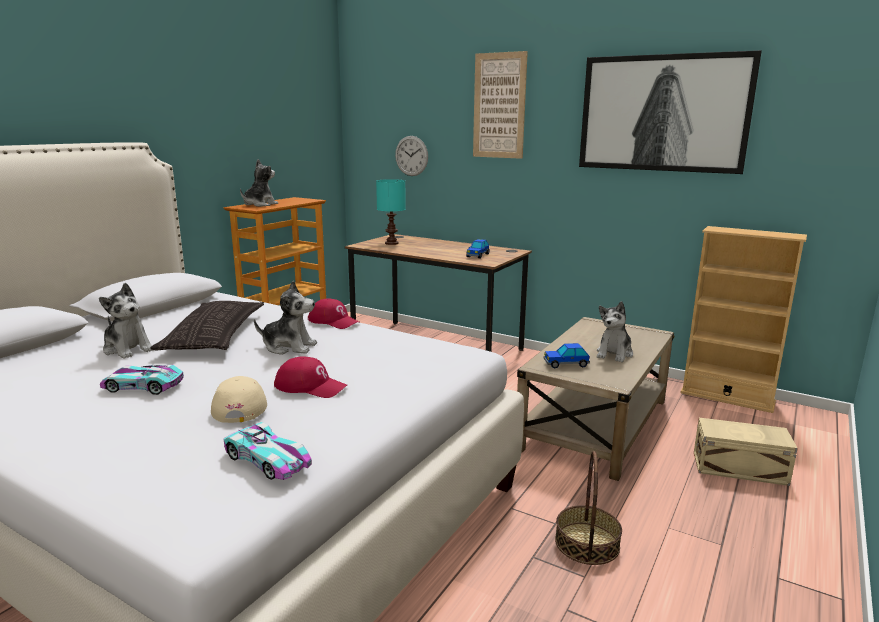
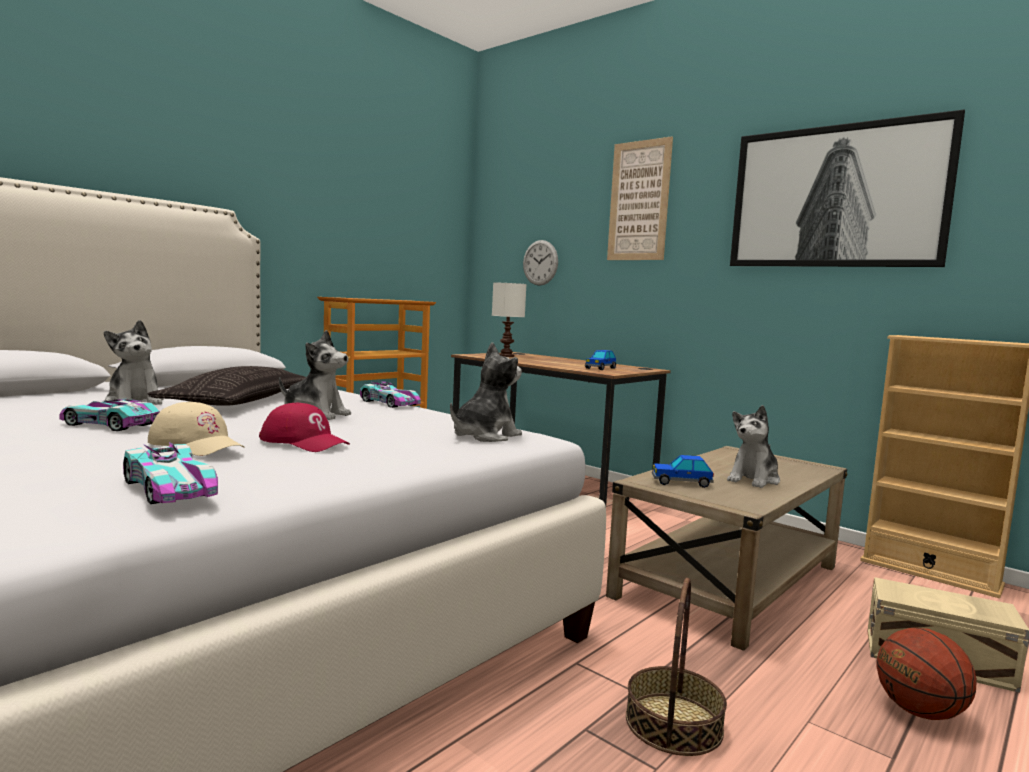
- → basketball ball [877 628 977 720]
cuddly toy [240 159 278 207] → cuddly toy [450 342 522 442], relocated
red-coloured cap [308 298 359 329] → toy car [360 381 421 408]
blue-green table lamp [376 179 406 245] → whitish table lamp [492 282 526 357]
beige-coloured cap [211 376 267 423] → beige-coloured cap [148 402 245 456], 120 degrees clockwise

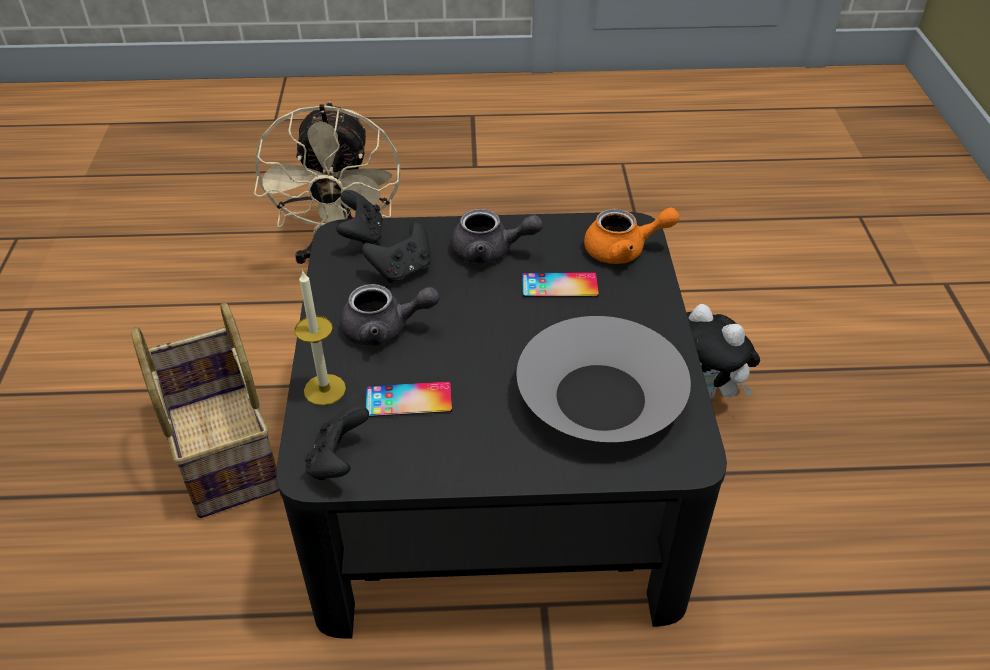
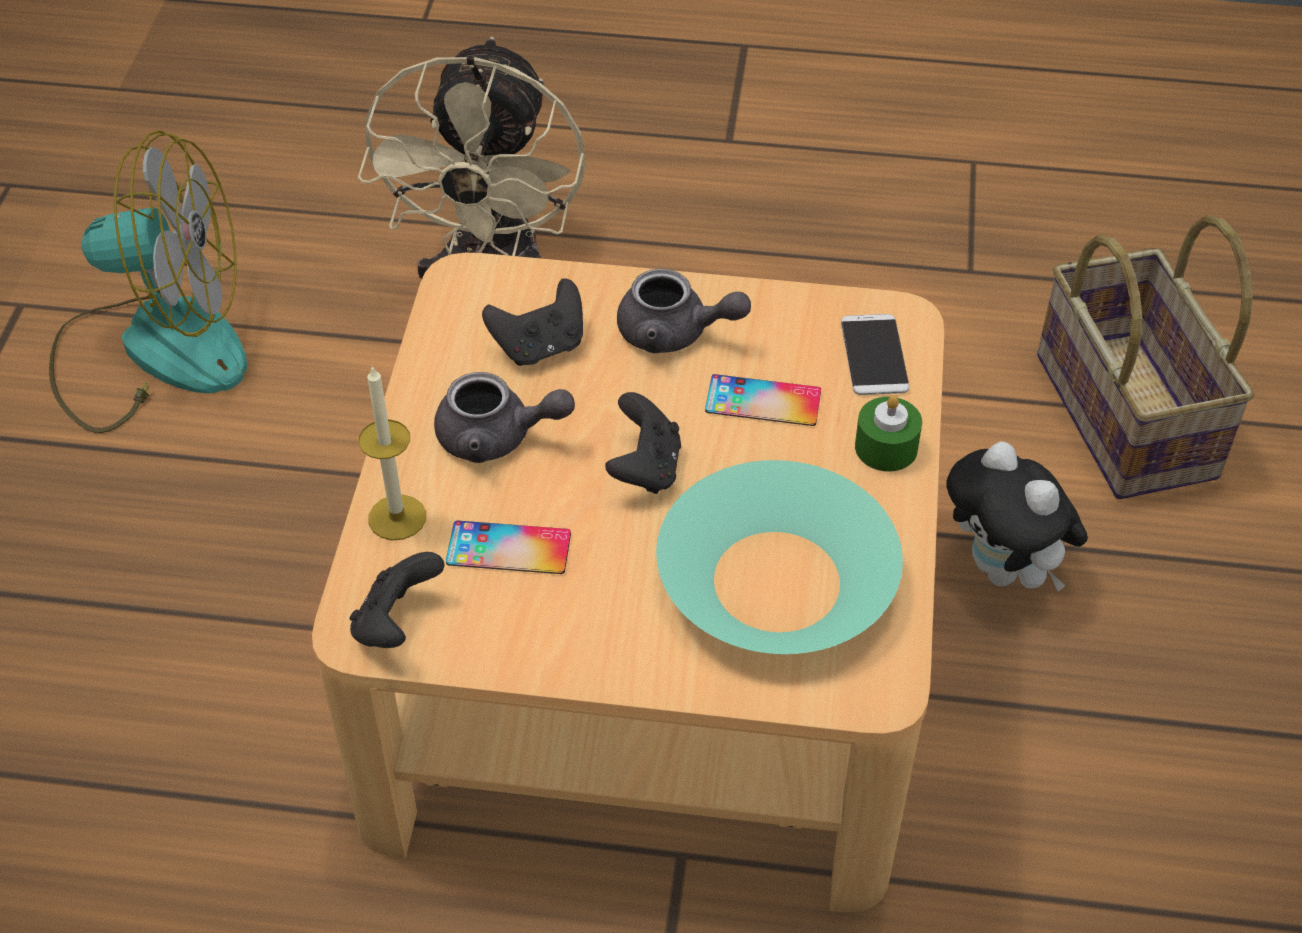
- → cooling fan [49 130 247 433]
- → green wax light [855 395 922 472]
storage basket [131 302 279 518] → storage basket [1037 215 1255 499], relocated
black joypad [336 190 383 244] → black joypad [605 392 681 494], relocated
orangey tea pot [584 207 680 264] → handset [841 314 910 395]
black coffee table [276 212 727 639] → beige-coloured coffee table [312 253 944 912]
grey bowl [517 316 691 442] → blue-green bowl [656 460 903 654]

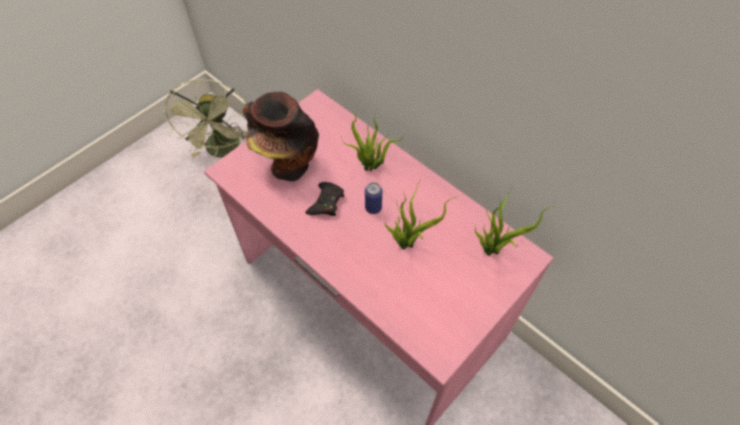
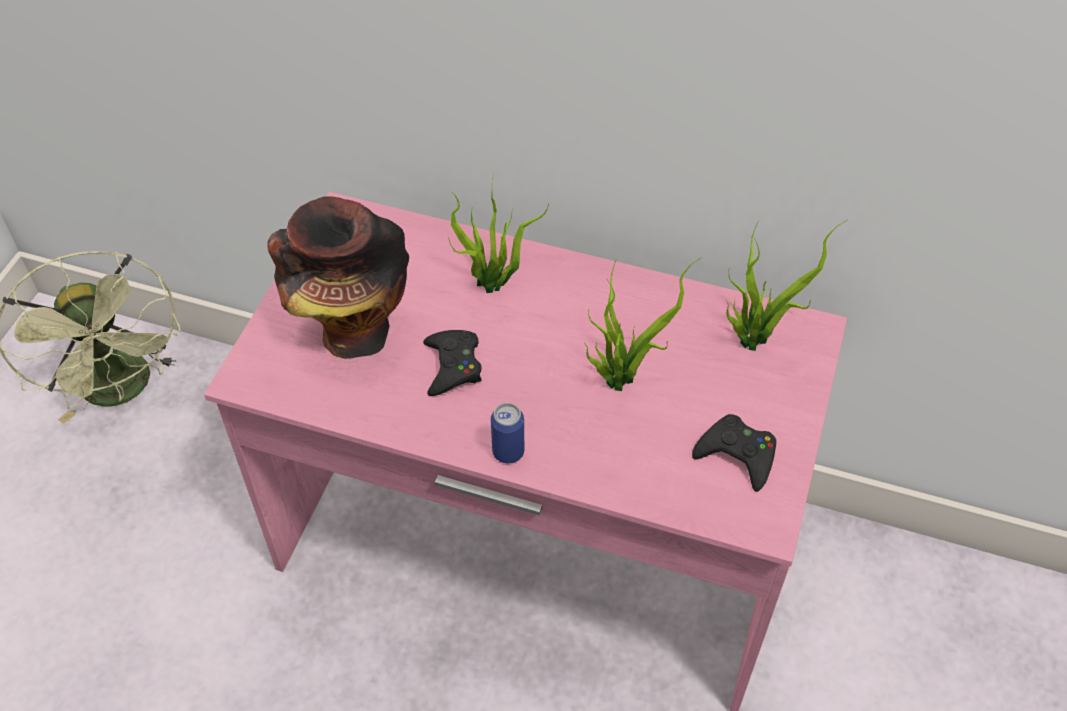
- → black joypad [692 414 776 492]
can [365 182 382 214] → can [491 403 524 463], relocated

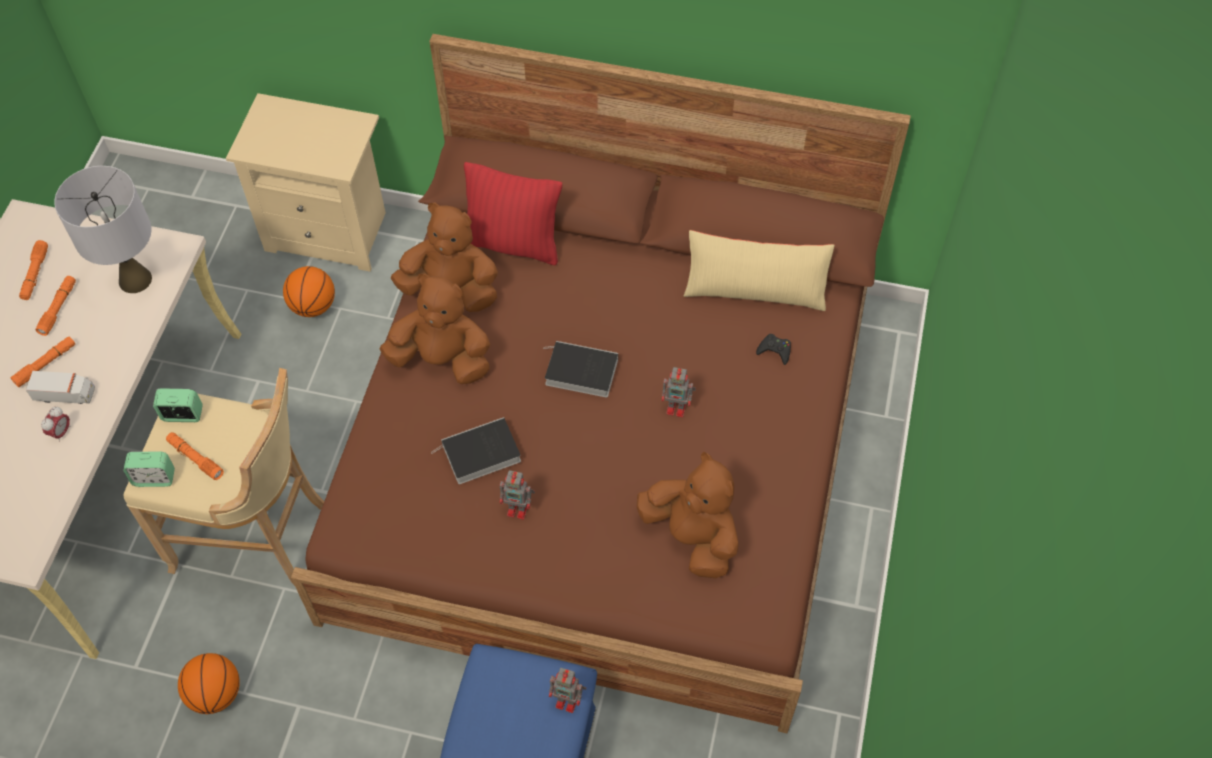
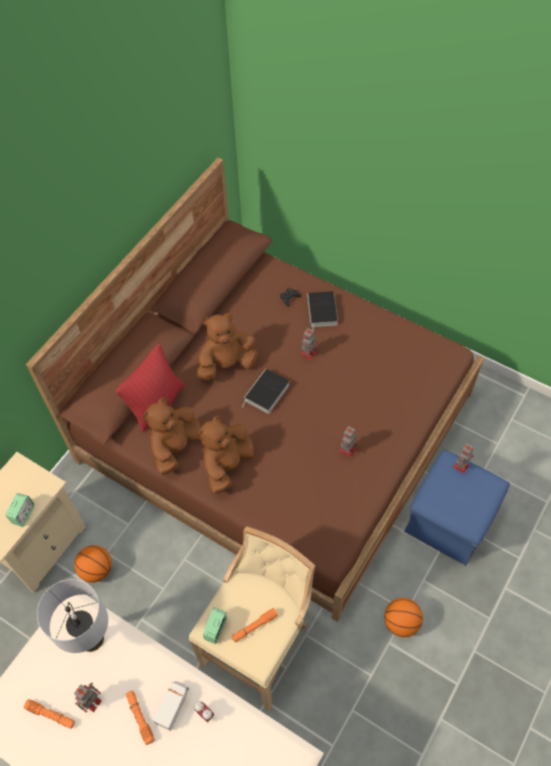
beige-coloured throw pillow [684 230 834 311] → -
bedside clock [123 451 175 487] → bedside clock [6 493 34 527], relocated
basketball ball [178 653 240 714] → basketball ball [385 598 423 637], relocated
book [431 417 521 484] → book [307 291 338 330], relocated
brown-coloured cuddly toy [637 452 739 578] → brown-coloured cuddly toy [196 313 258 380], relocated
orangey torch [36 276 76 336] → robot figure [74 682 102 712]

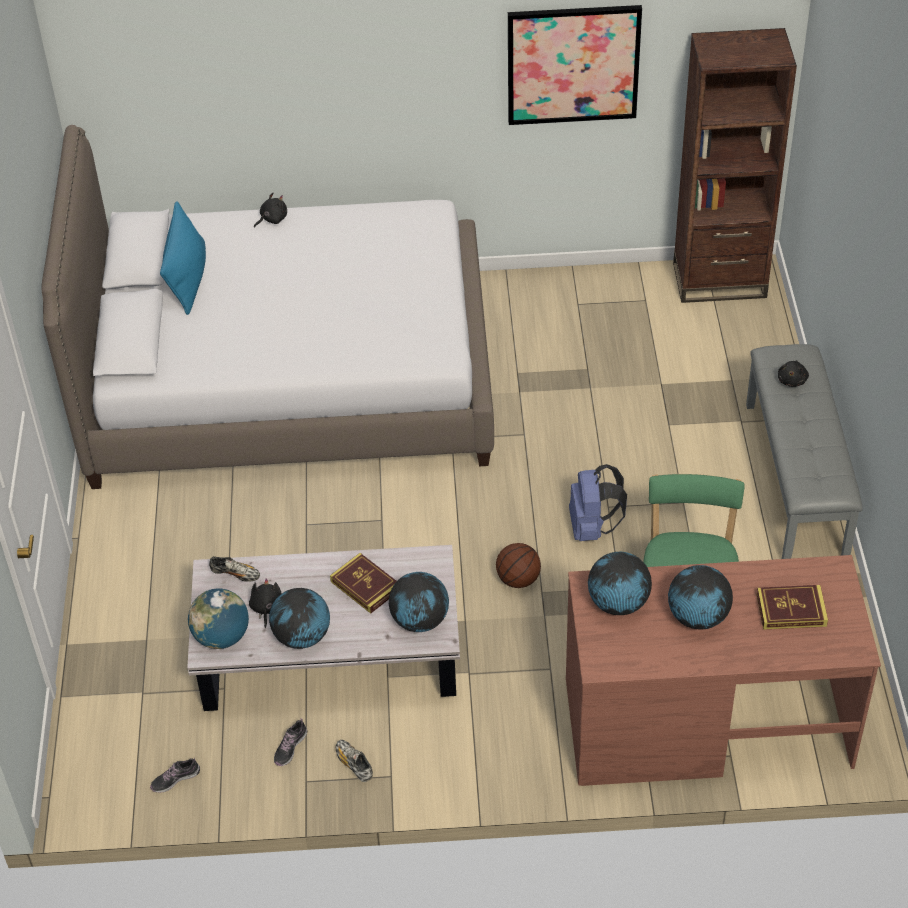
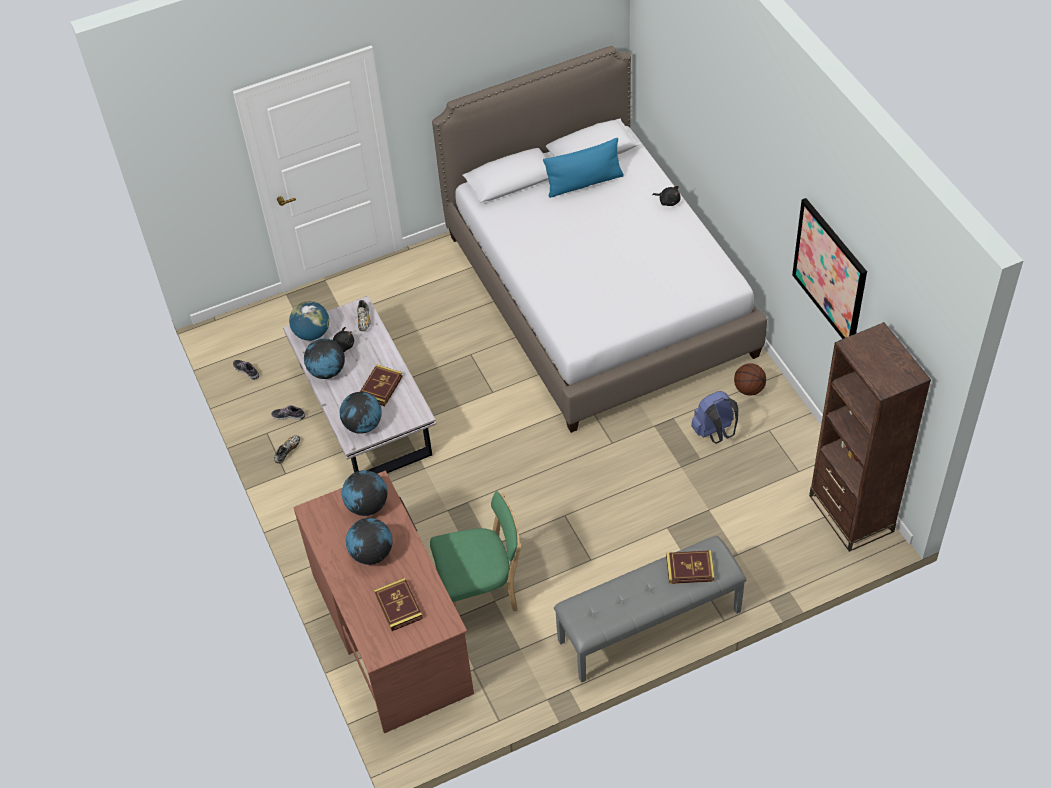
basketball ball [496 543 541 588] → basketball ball [734 363 766 396], relocated
bluish knapsack [569 464 627 541] → bluish knapsack [691 391 738 444], relocated
black cuddly toy [778 360 809 387] → book [666 550 714 584]

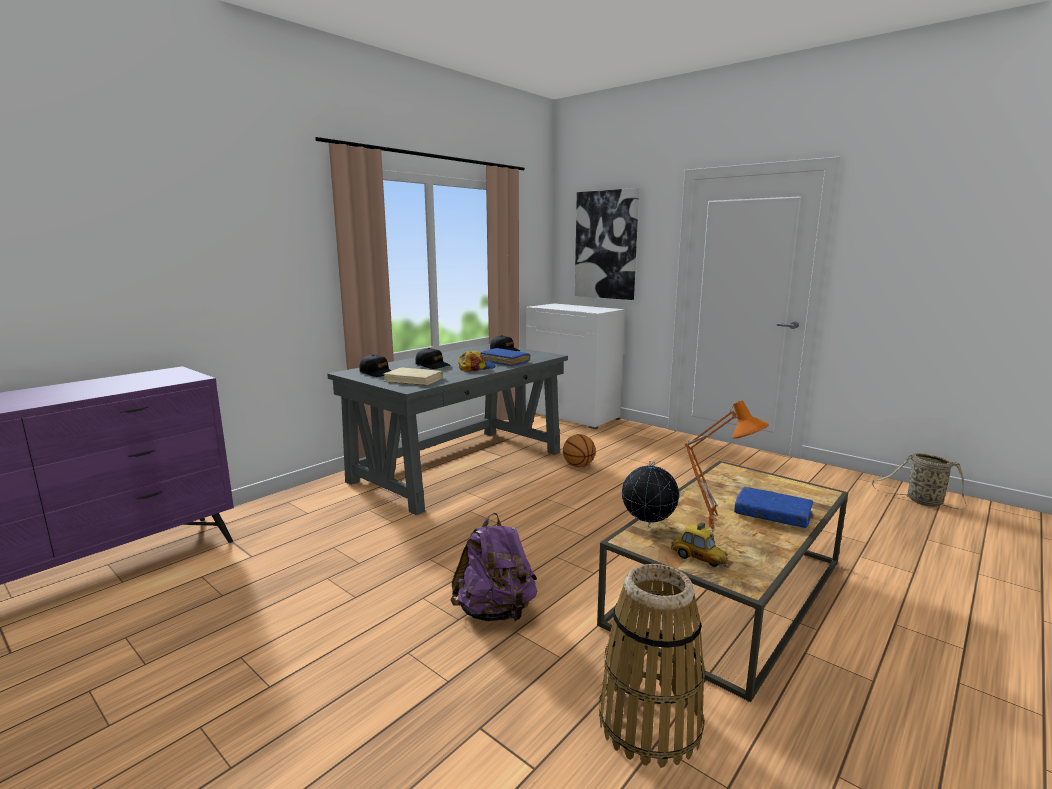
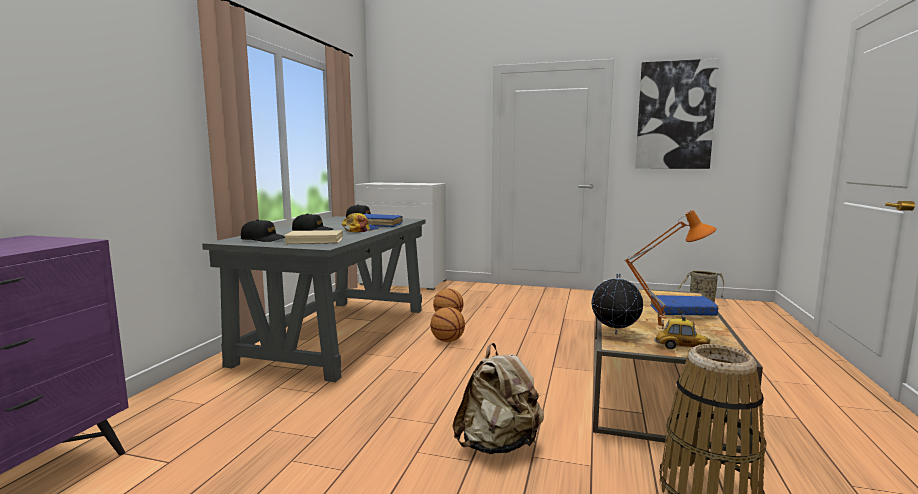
- → basketball ball [430 307 465 342]
picture [575 188 639 300] → picture [635 58 719 169], relocated
purple knapsack [451 513 537 622] → beige-coloured knapsack [453 343 544 454]

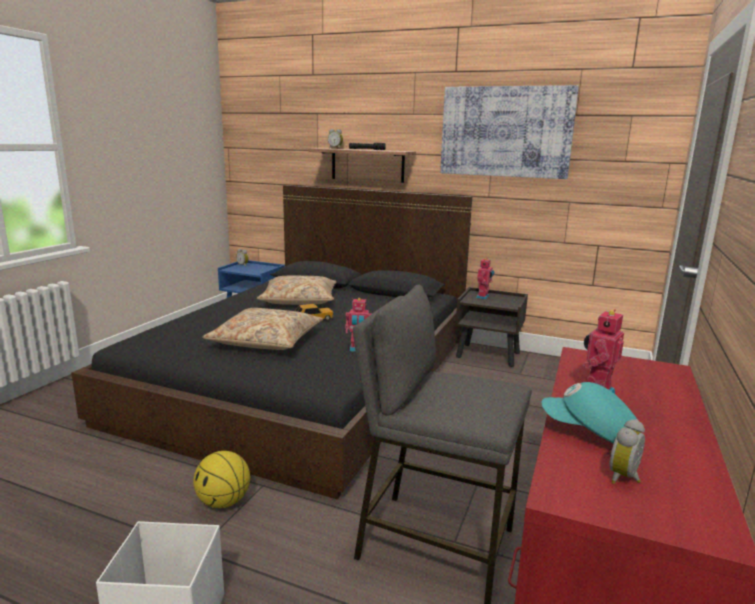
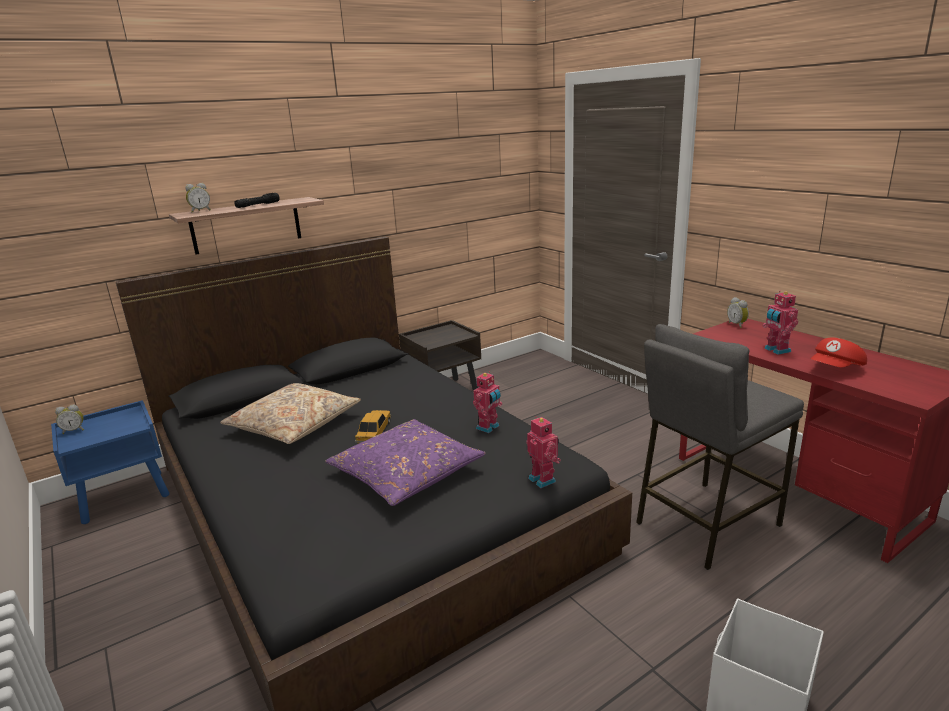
basketball ball [193 451 250 508] → -
picture [440 85 579 179] → -
robot figure [476 258 494 300] → robot figure [526 416 561 488], relocated
bedside clock [610 419 645 484] → bedside clock [727 297 749 328], relocated
beige-coloured throw pillow [202 308 323 350] → purple throw pillow [325 419 486 506]
blue-green cap [542 382 639 444] → red-coloured cap [811 337 867 368]

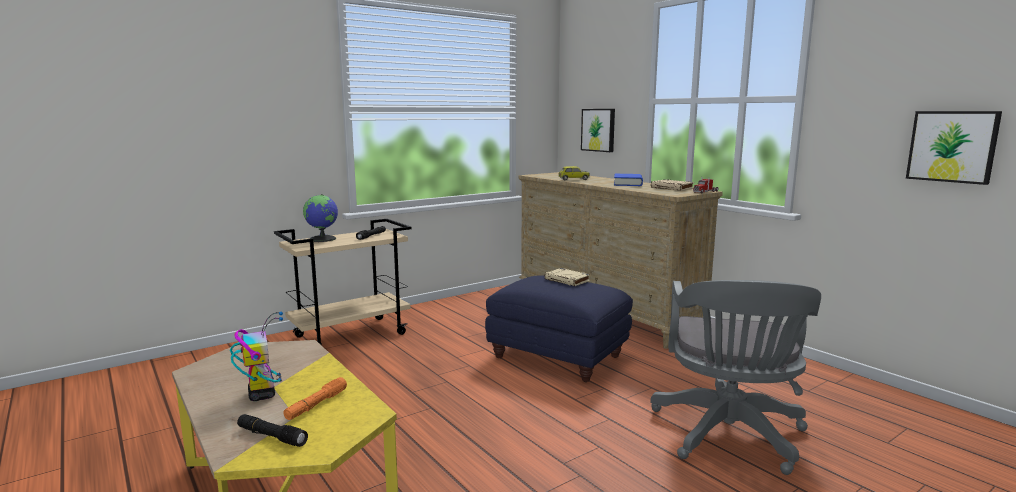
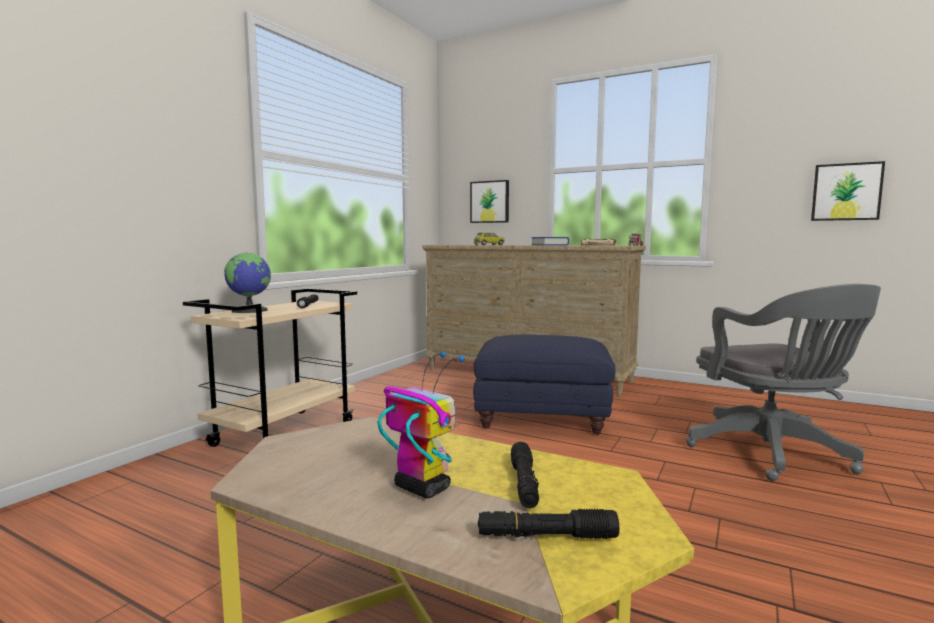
beige-coloured book [544 268 590 286] → -
orangey torch [283 377 347 420] → black torch [511 442 539 508]

